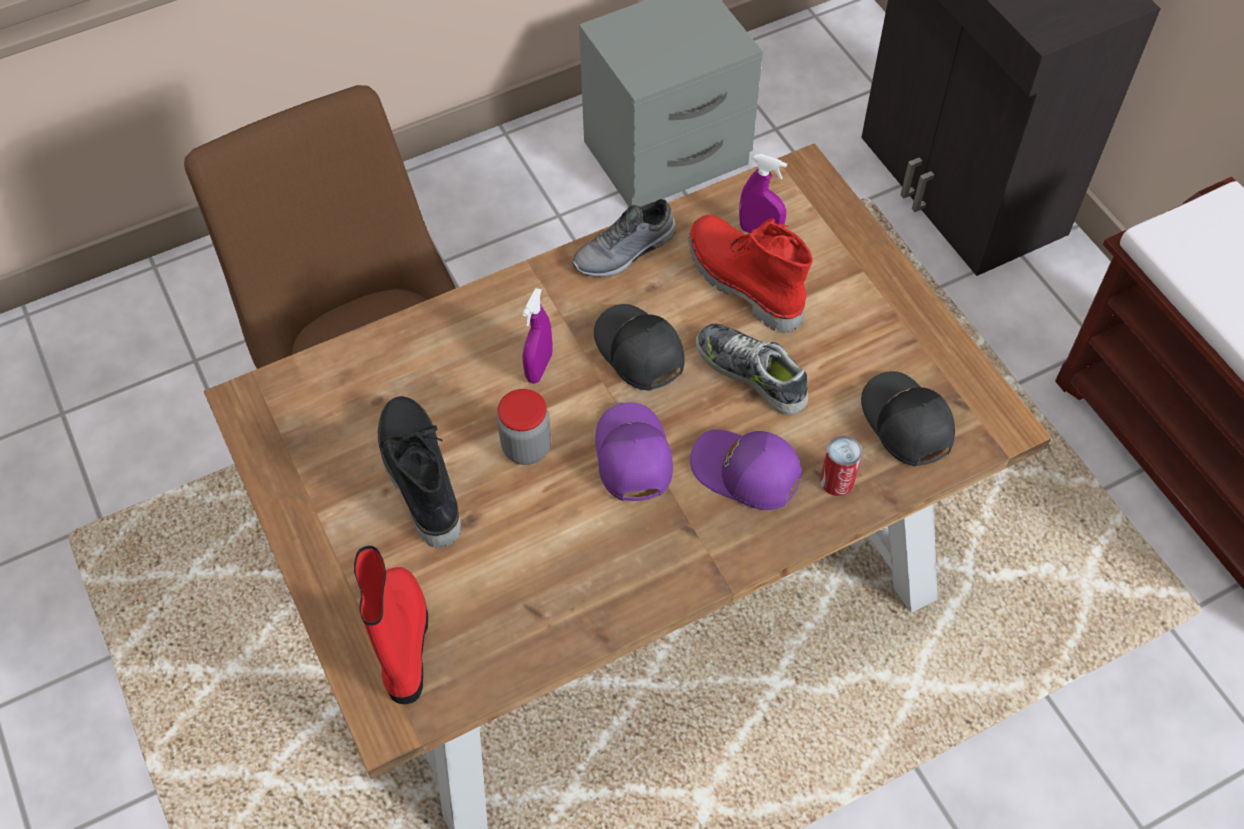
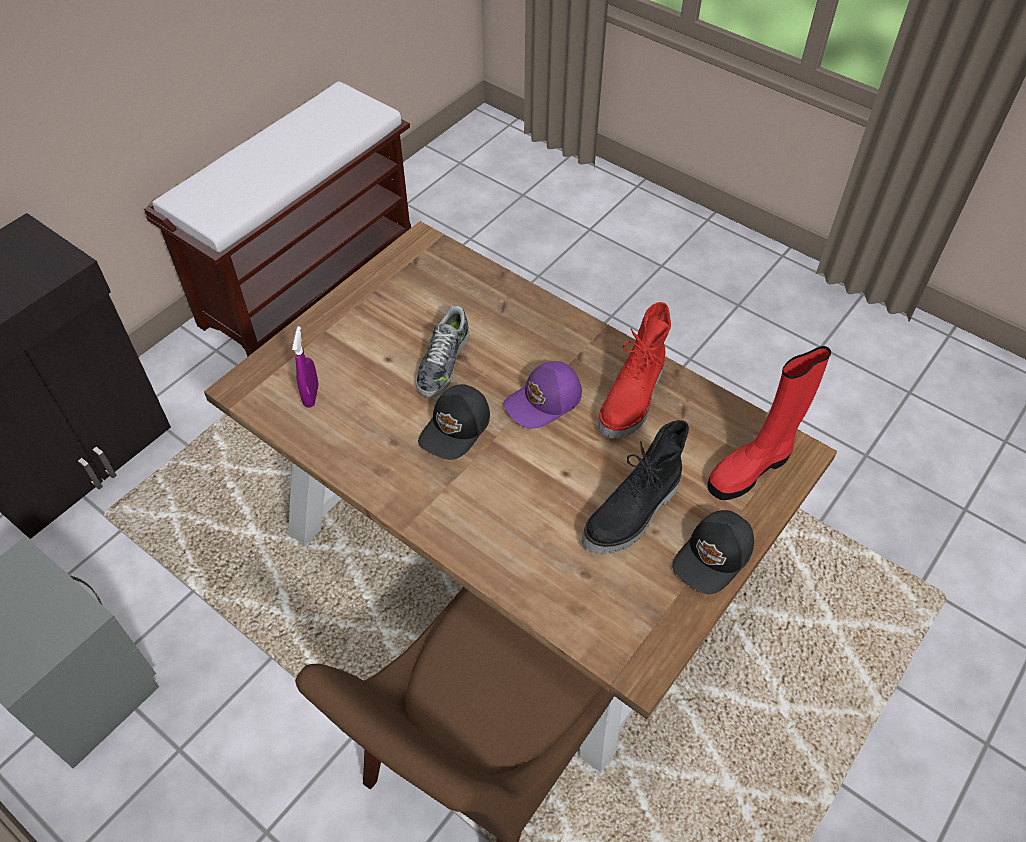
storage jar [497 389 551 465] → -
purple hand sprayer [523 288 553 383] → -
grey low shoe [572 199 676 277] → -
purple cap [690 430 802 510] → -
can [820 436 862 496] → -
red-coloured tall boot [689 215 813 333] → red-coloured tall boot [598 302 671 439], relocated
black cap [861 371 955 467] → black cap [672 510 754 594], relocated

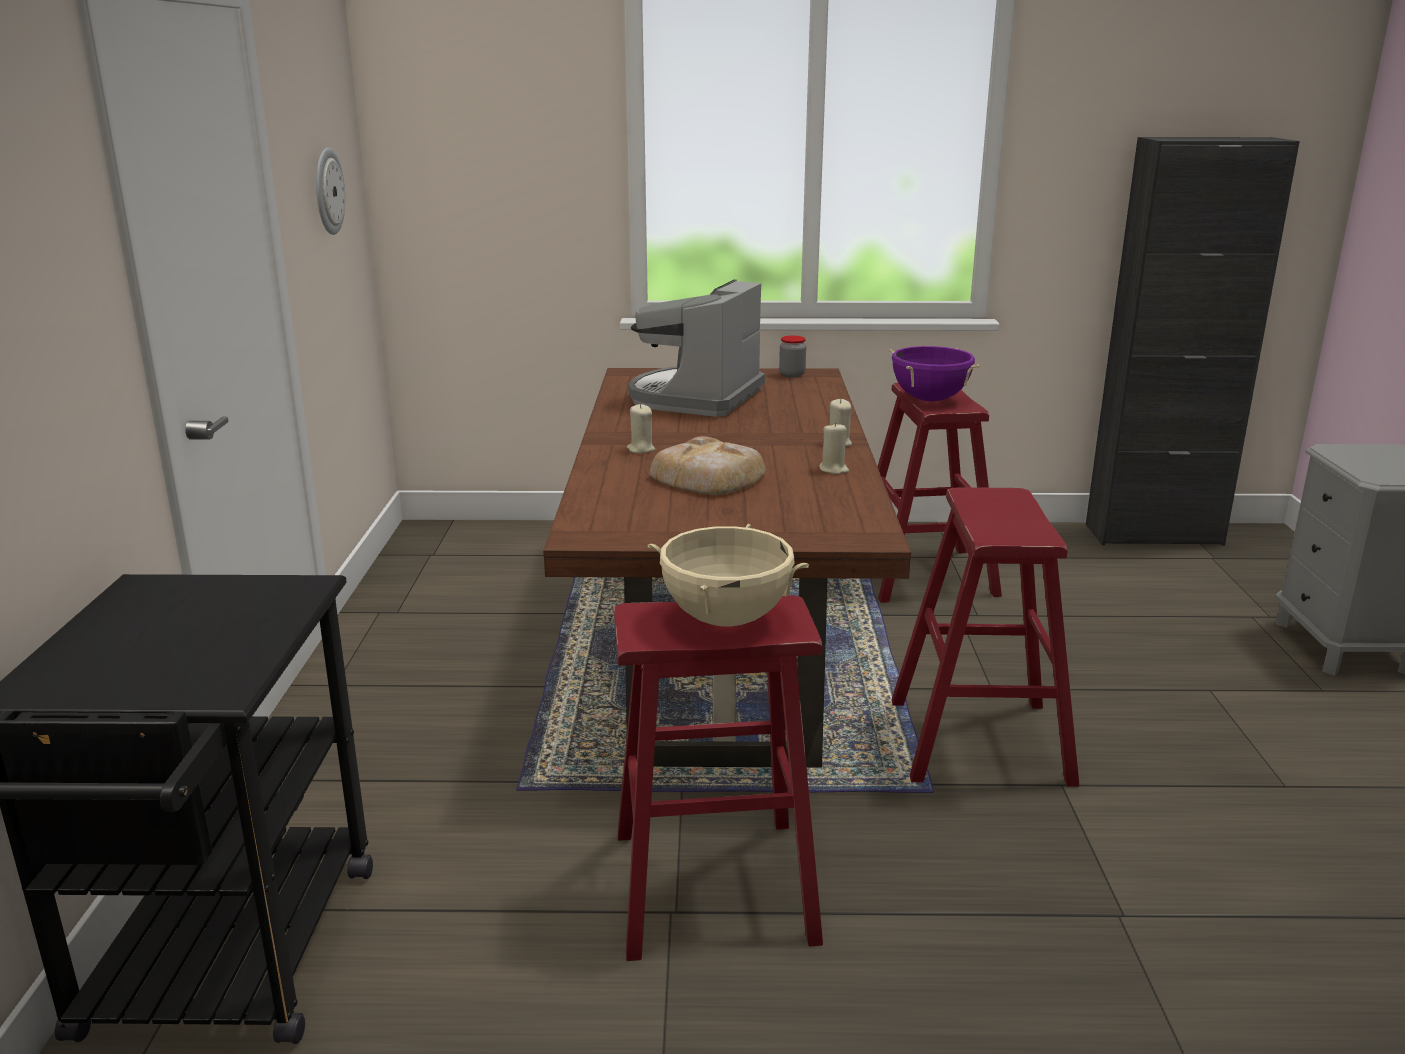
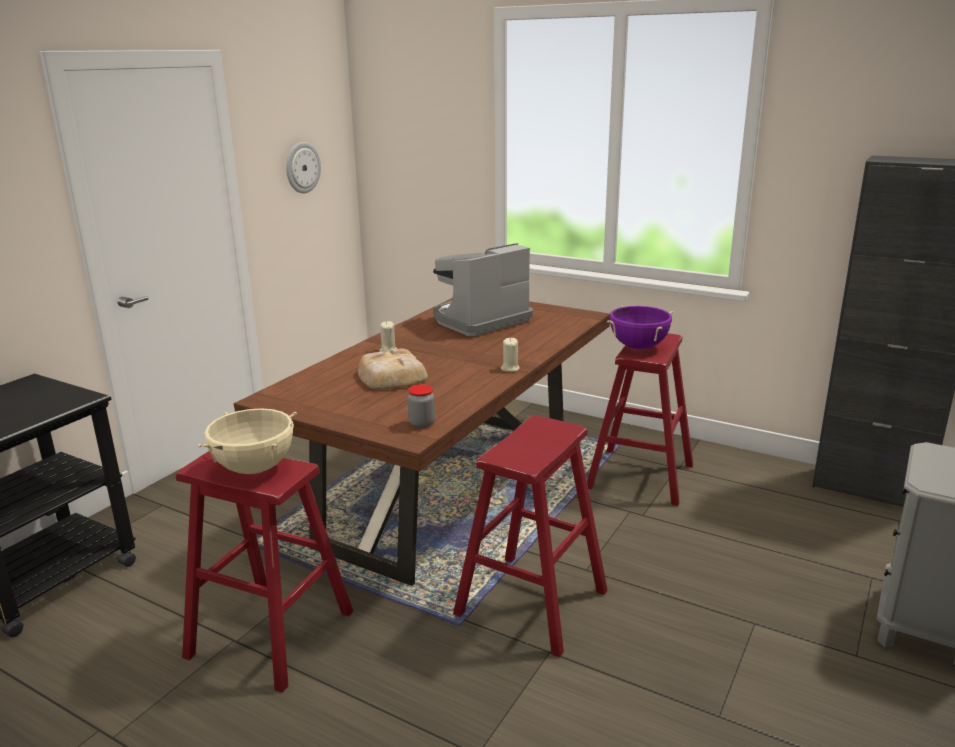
beige-coloured wax light [819 422 849 474] → -
storage jar [779 335 806 378] → storage jar [407 384 435 428], relocated

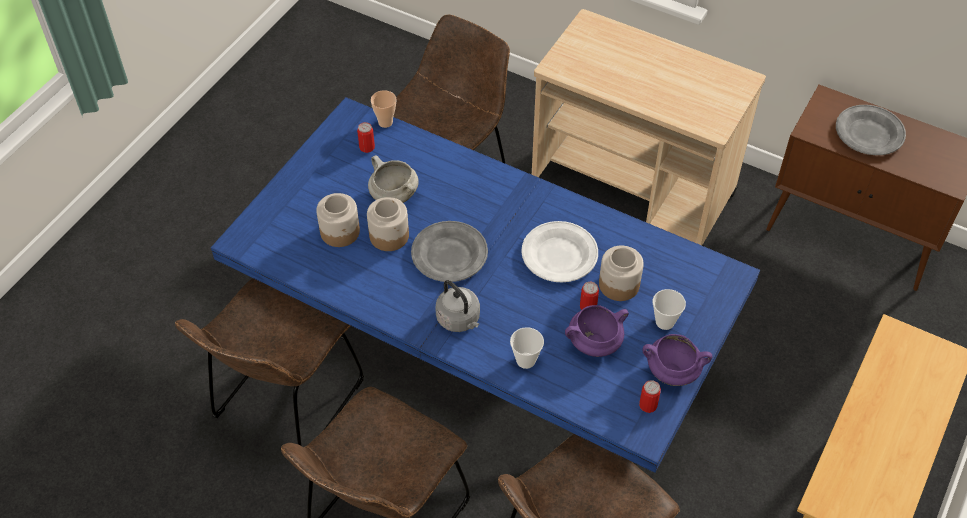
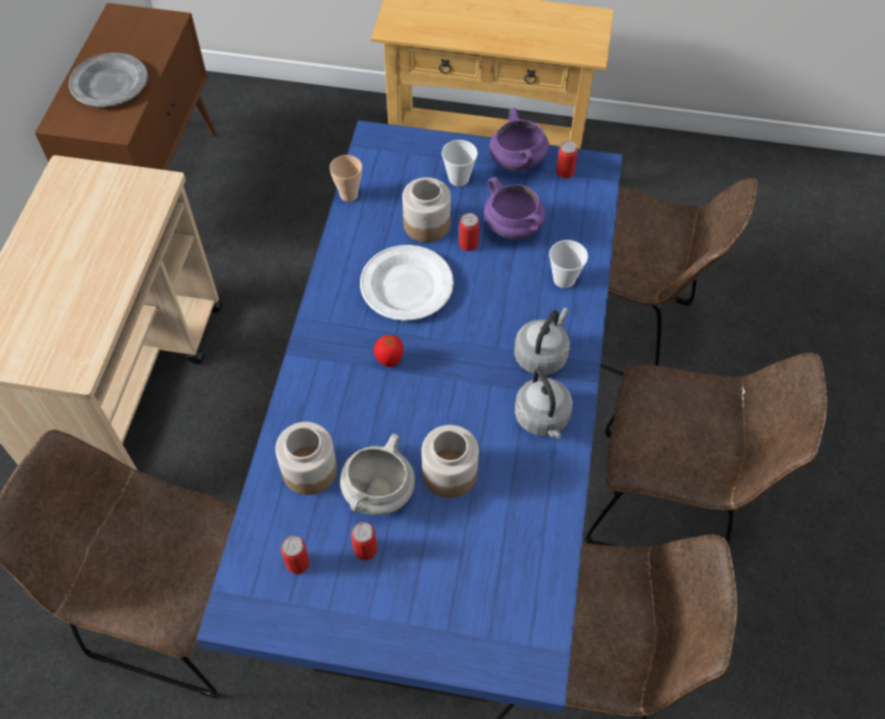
grey dinner plate [411 221 488 282] → -
- → can [351 522 377 560]
- → fresh tomato [374 335 404 367]
- → grey tea kettle [515 368 573 439]
storage jar [316 193 360 247] → storage jar [275 422 337 495], relocated
cup [371 90 396 128] → cup [330 155 362 202], relocated

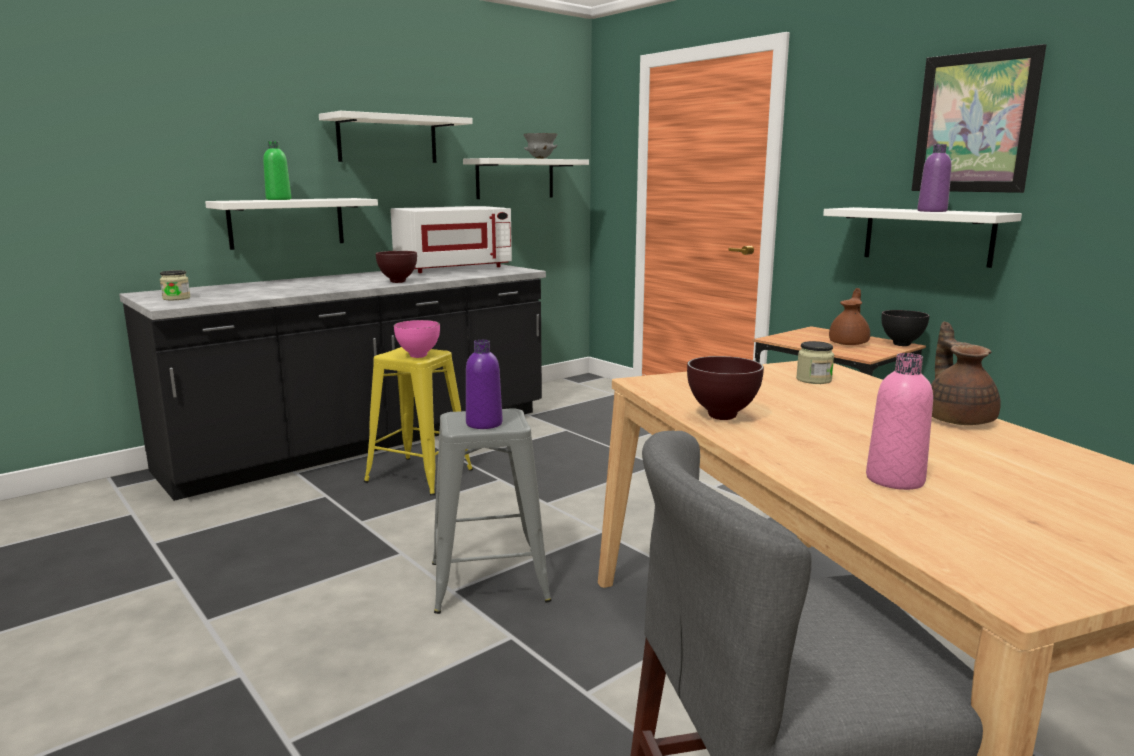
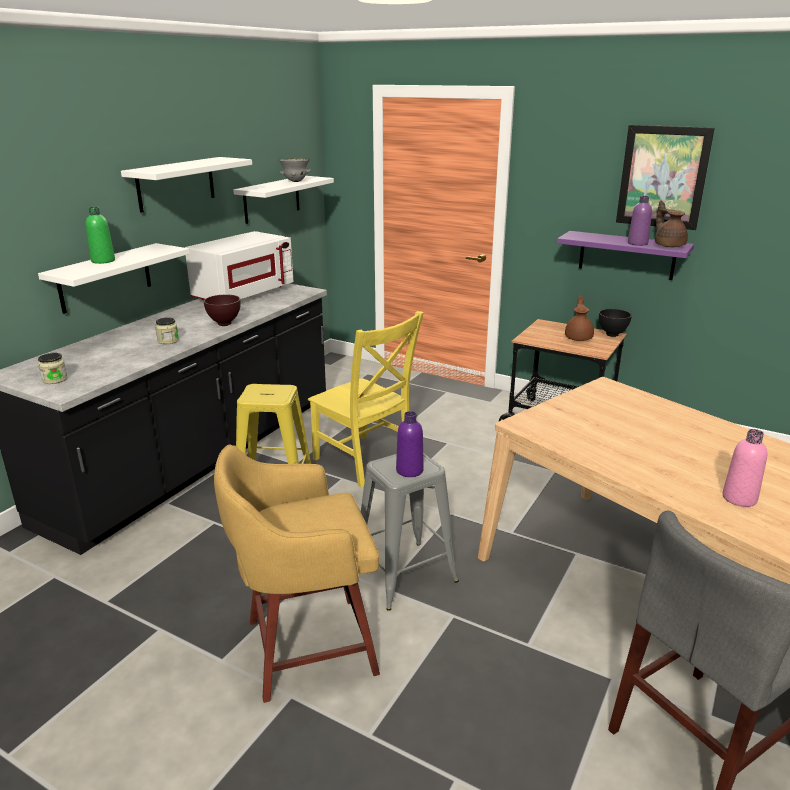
pink-coloured bowl [394 320 440 358] → -
brown-coloured bowl [687 356 764 420] → -
- → yellow-coloured stool seat [214 445 380 703]
- → yellow-coloured upright chair [308 311 424 488]
storage jar [796 341 834 384] → storage jar [155 317 179 344], relocated
brown-coloured tea pot [931 322 1001 425] → brown-coloured tea pot [655 200 688 247], relocated
whitish shelf [823 207 1022 268] → purple shelf [557 231 694 280]

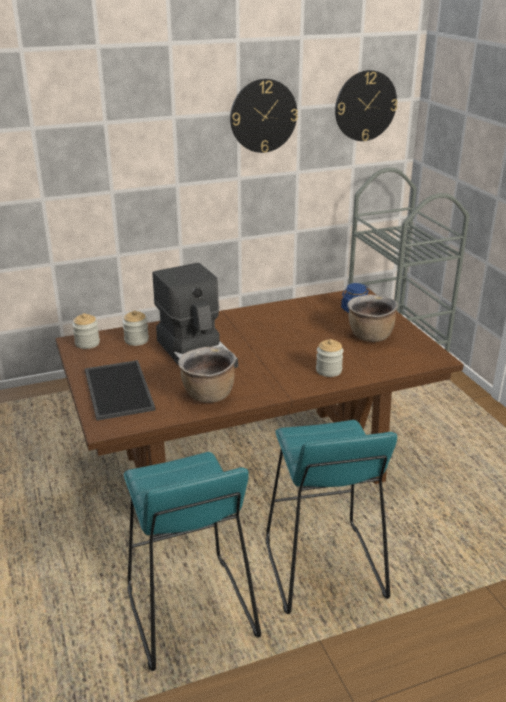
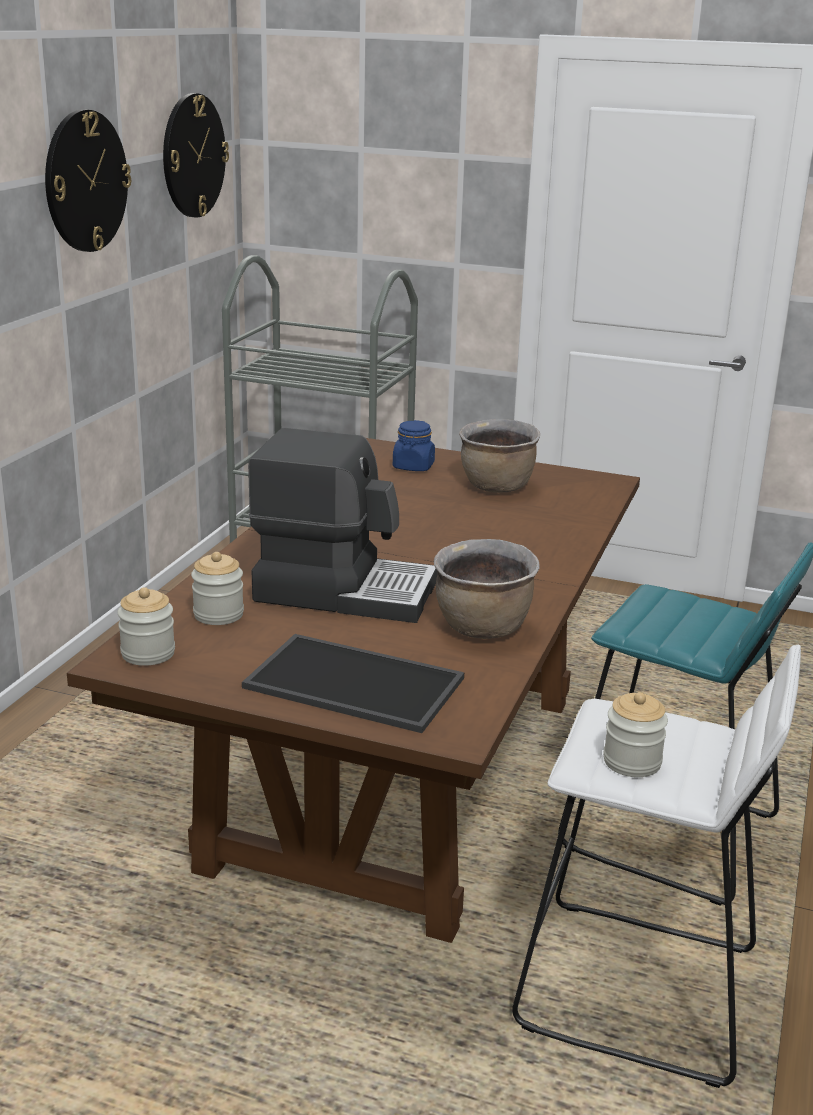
storage jar [316 339 344 377] → storage jar [603 692 668 777], relocated
blue-green stool seat [124 452 261 671] → whitish stool seat [512 645 801 1088]

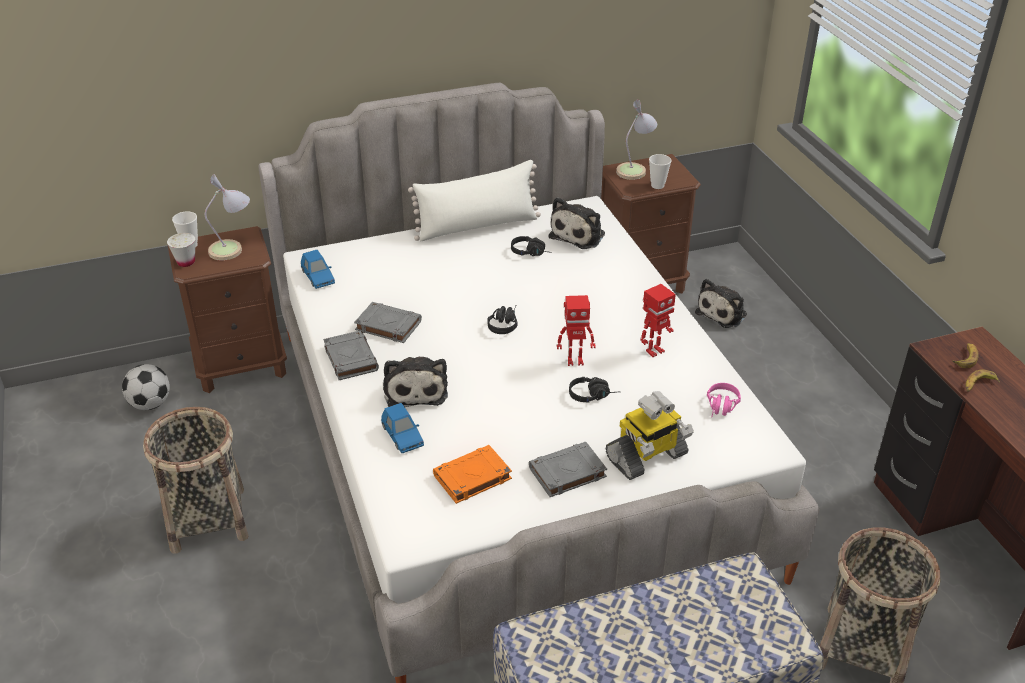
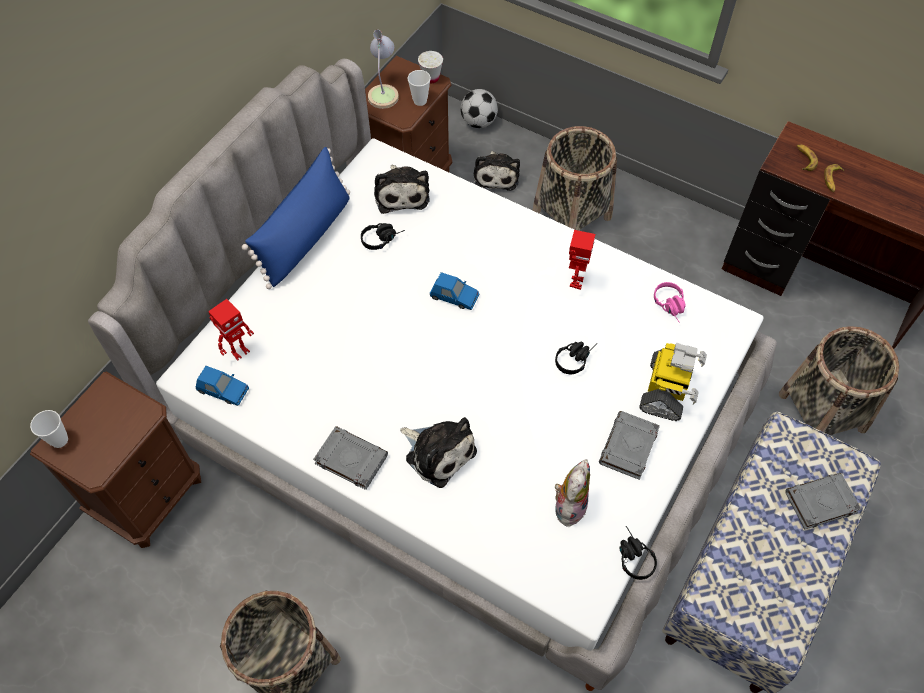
table lamp [205 174 250 261] → -
- → storage basket [533 126 617 231]
ball for football [122 364 170 410] → ball for football [461 89 498 128], relocated
whitish cup [167 233 195 267] → whitish cup [418 51 443 83], relocated
grey book [354 302 422 343] → grey book [785 473 861 530], relocated
bluish toy car [381 403 424 453] → bluish toy car [430 272 479 310], relocated
black headset [487 306 518 334] → black headset [619 526 657 580], relocated
robot figure [557 295 596 366] → robot figure [208 299 254 361], relocated
orangey book [433 445 512 504] → cuddly toy [554 459 590 527]
whitish throw pillow [408 160 541 241] → bluish throw pillow [242 147 350 289]

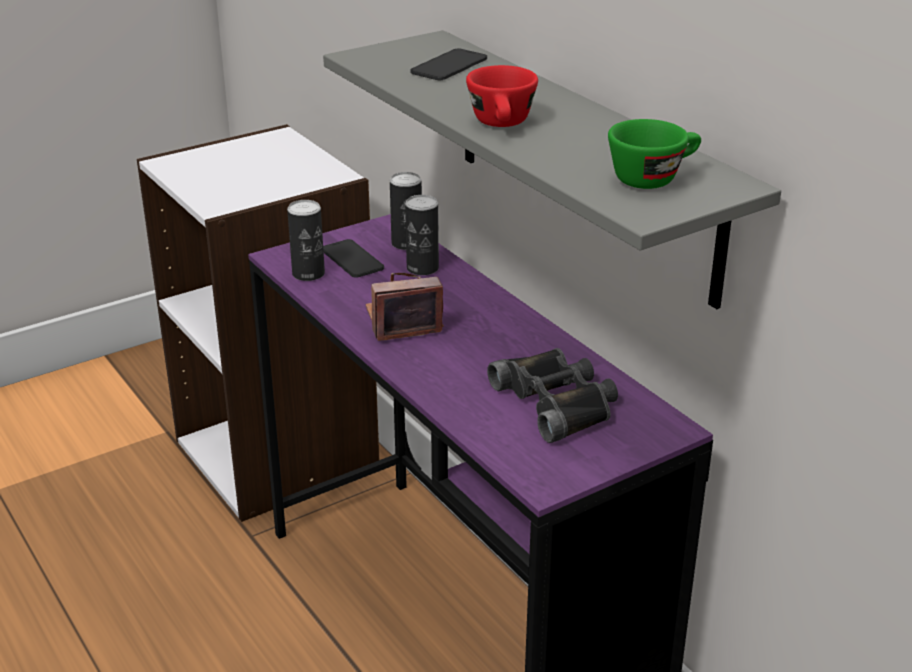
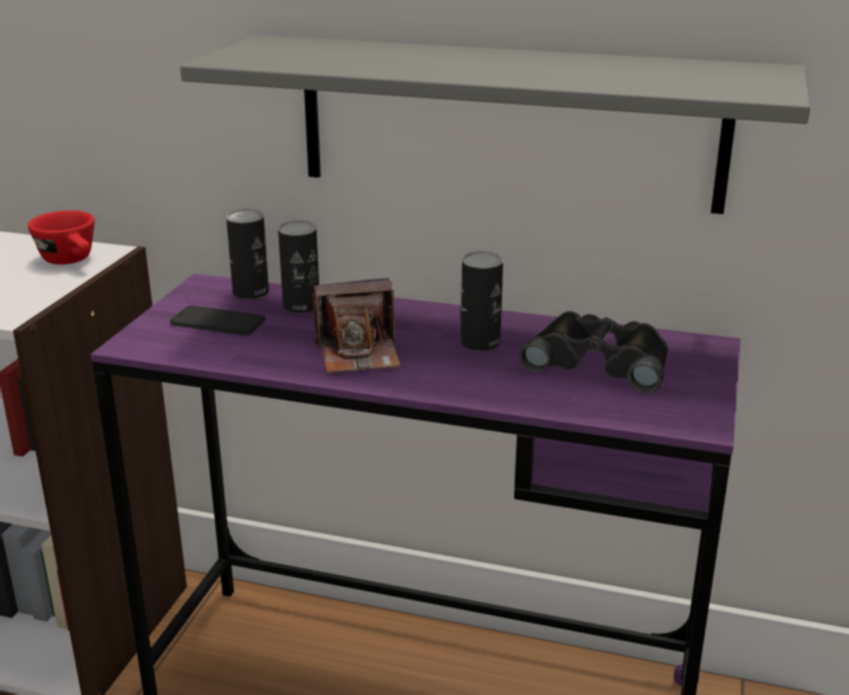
handset [410 49 487 80] → -
green cup [608 119 701 189] → -
can [287 200 325 281] → can [461 251 503 351], relocated
red-coloured cup [466 65 538 127] → red-coloured cup [28 211 95 265], relocated
still camera [365 273 444 341] → still camera [312 278 401 373], 135 degrees counterclockwise

